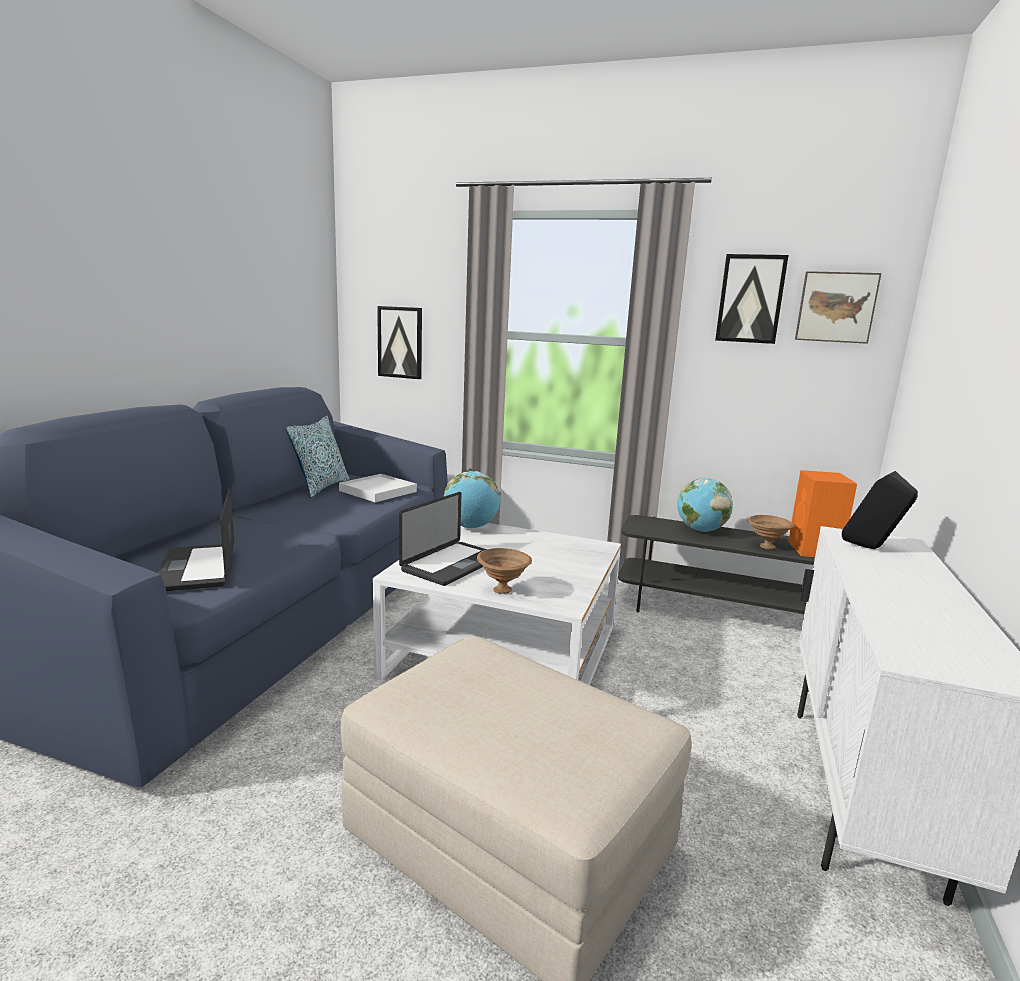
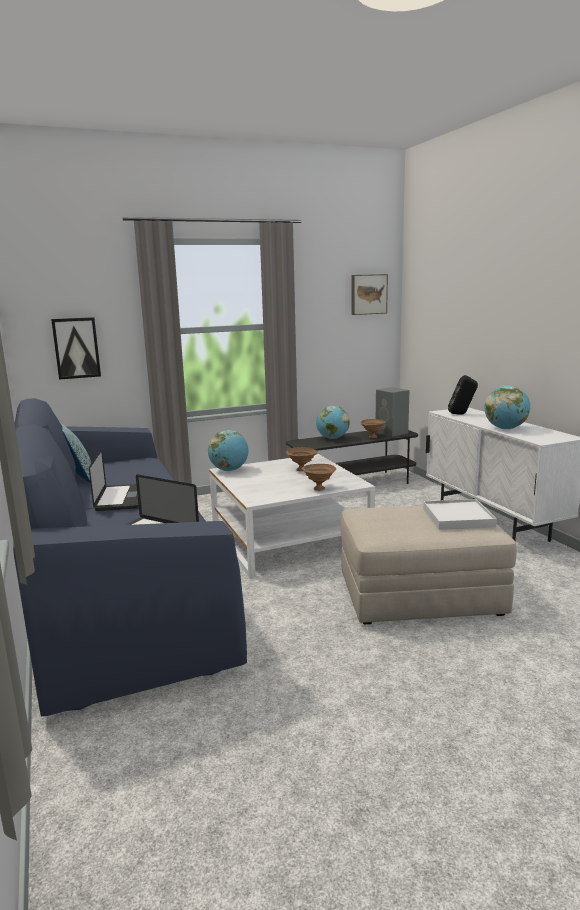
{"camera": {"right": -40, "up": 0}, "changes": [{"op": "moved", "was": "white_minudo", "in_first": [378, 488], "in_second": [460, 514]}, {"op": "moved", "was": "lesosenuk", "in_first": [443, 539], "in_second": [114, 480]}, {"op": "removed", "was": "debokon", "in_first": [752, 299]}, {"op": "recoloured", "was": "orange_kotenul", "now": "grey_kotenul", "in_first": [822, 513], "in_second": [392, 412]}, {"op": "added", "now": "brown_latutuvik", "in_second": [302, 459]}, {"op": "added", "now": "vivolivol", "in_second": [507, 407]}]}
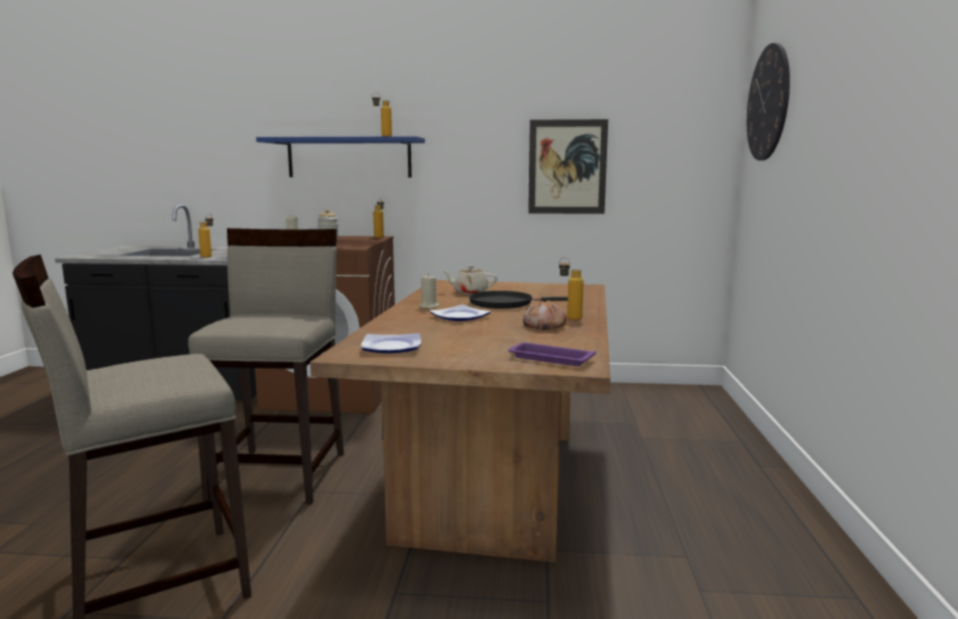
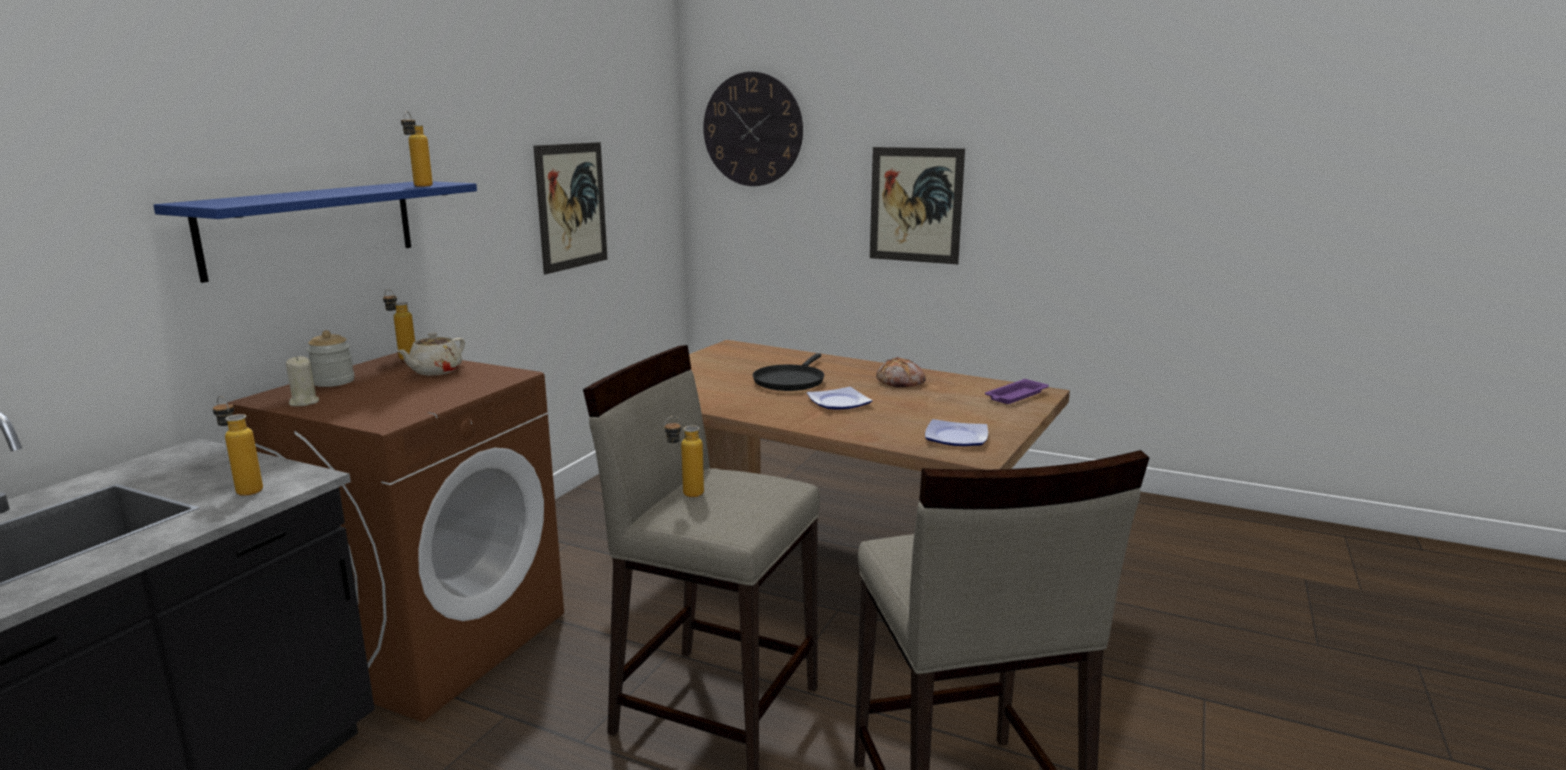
{"camera": {"right": -70, "up": 5}, "changes": [{"op": "removed", "was": "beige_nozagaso", "in_first": [429, 292]}, {"op": "moved", "was": "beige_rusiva", "in_first": [469, 279], "in_second": [431, 354]}, {"op": "moved", "was": "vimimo", "in_first": [571, 288], "in_second": [684, 456]}, {"op": "added", "now": "debokon", "in_second": [917, 205]}]}
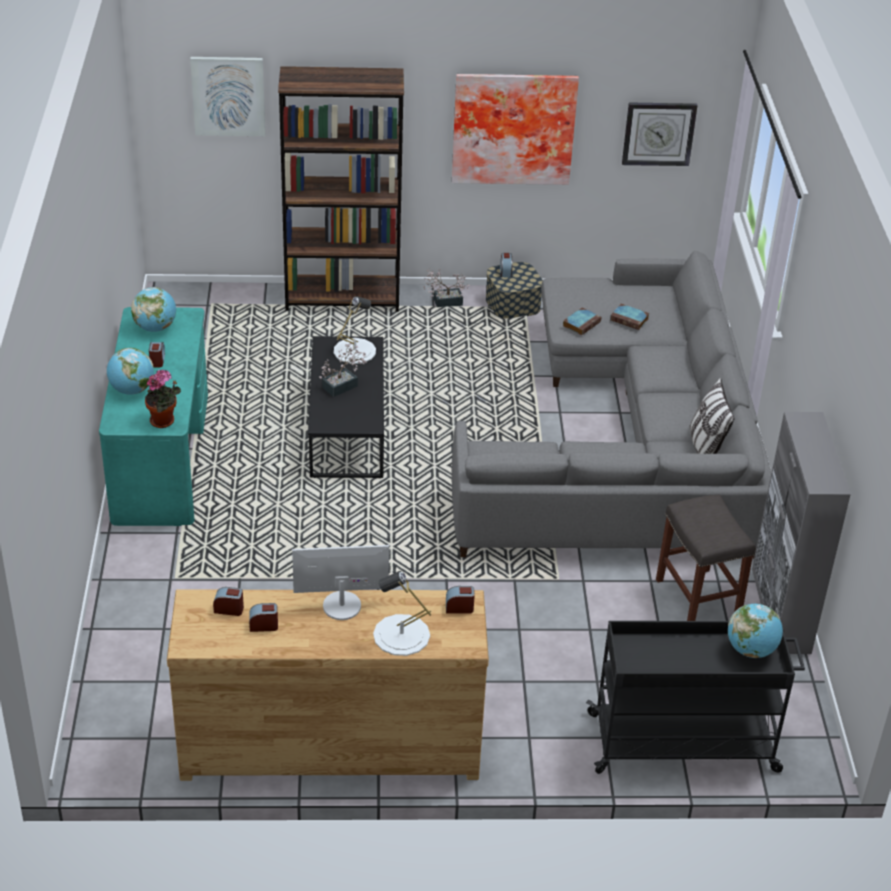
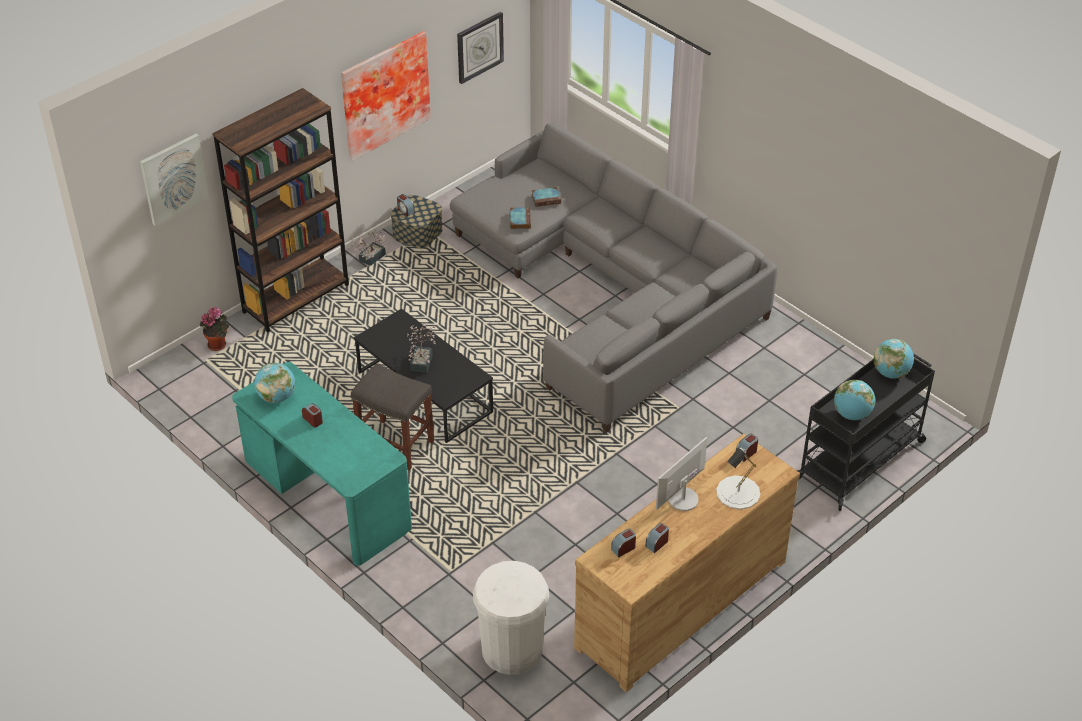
{"camera": {"right": -40, "up": 5}, "changes": [{"op": "moved", "was": "vivolivol", "in_first": [130, 371], "in_second": [855, 400]}, {"op": "moved", "was": "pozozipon", "in_first": [163, 398], "in_second": [214, 328]}, {"op": "removed", "was": "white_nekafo", "in_first": [355, 330]}, {"op": "moved", "was": "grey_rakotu", "in_first": [706, 557], "in_second": [392, 417]}, {"op": "removed", "was": "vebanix", "in_first": [711, 416]}, {"op": "removed", "was": "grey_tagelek", "in_first": [801, 533]}, {"op": "added", "now": "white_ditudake", "in_second": [511, 618]}]}
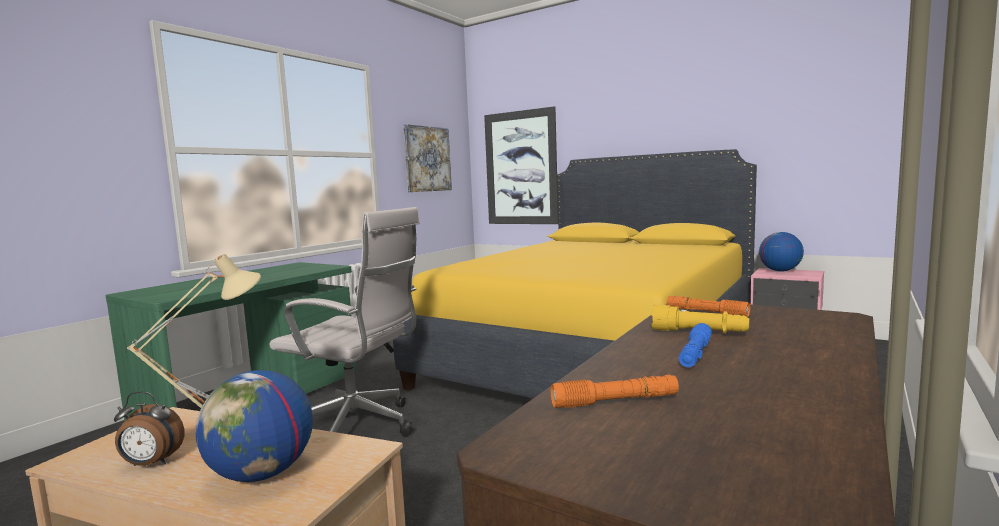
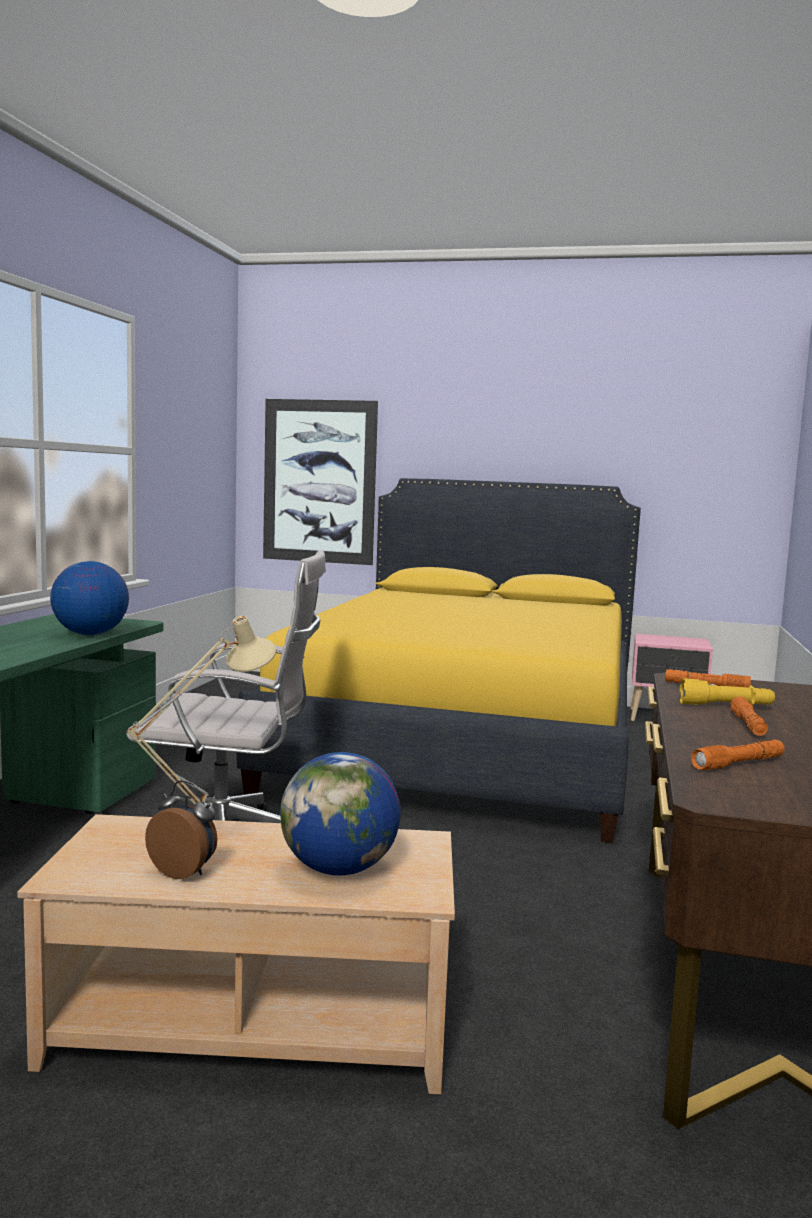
{"camera": {"right": -20, "up": 0}, "changes": [{"op": "turned", "was": "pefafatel", "in_first": [149, 429], "in_second": [181, 830], "clockwise": -135}, {"op": "removed", "was": "debokon", "in_first": [428, 158]}, {"op": "recoloured", "was": "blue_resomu", "now": "orange_resomu", "in_first": [695, 345], "in_second": [749, 716]}, {"op": "moved", "was": "vivolivol", "in_first": [781, 252], "in_second": [89, 598]}]}
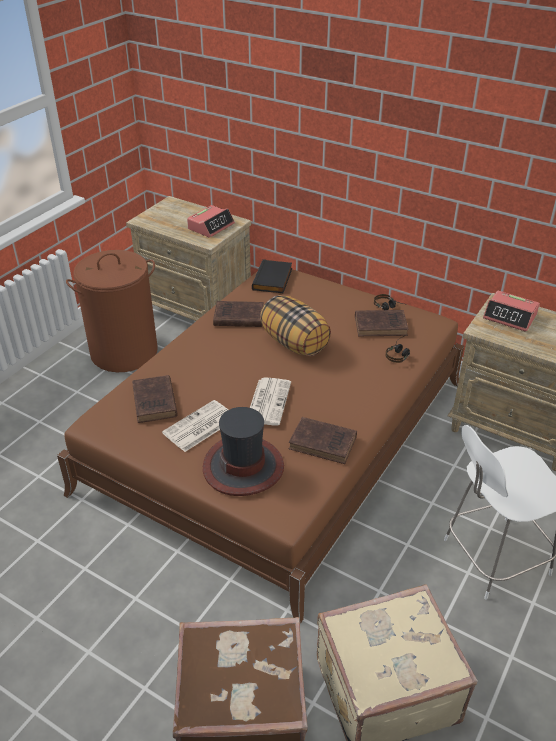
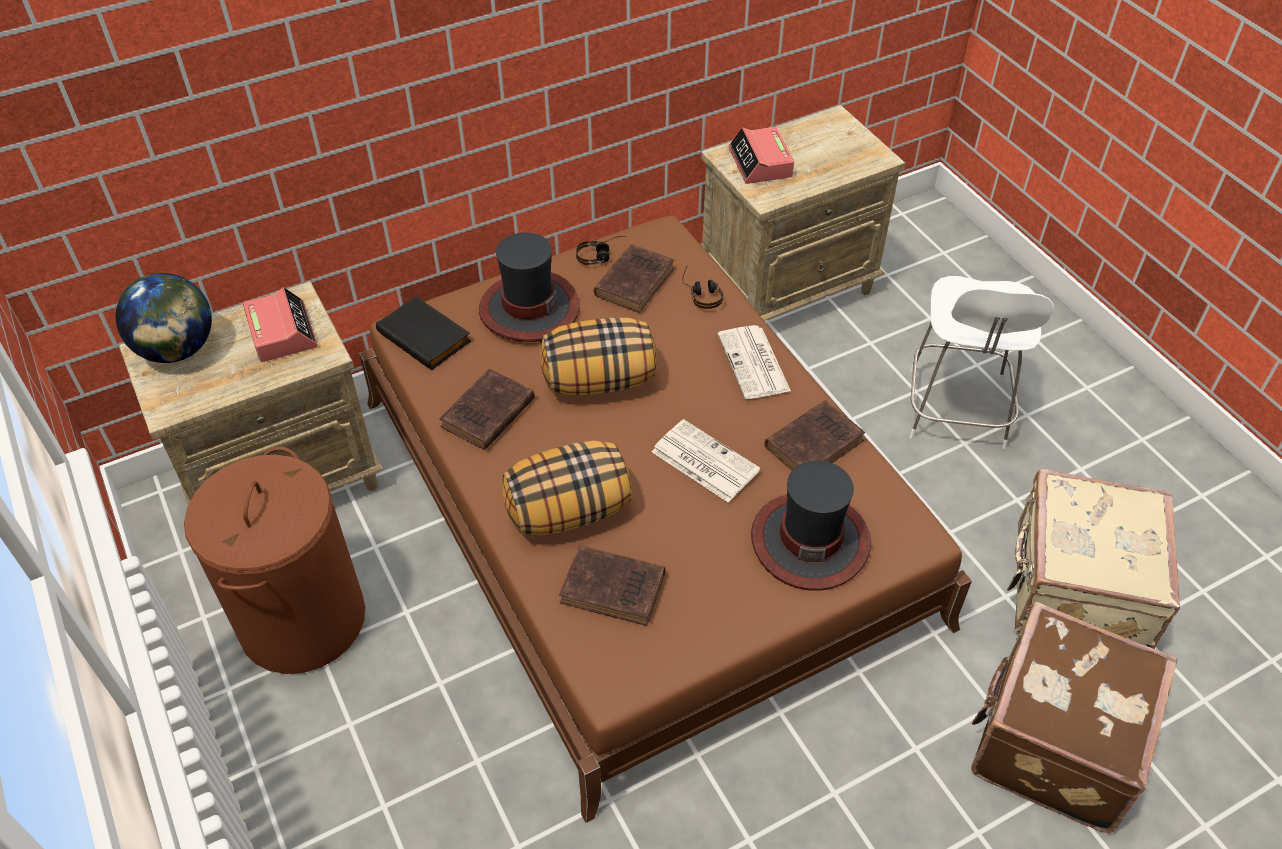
{"camera": {"right": -60, "up": 10}, "changes": [{"op": "moved", "was": "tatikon", "in_first": [195, 426], "in_second": [754, 362]}, {"op": "turned", "was": "pefafatel", "in_first": [511, 311], "in_second": [761, 155], "clockwise": 105}, {"op": "added", "now": "vivolivol", "in_second": [163, 318]}, {"op": "added", "now": "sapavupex", "in_second": [529, 287]}, {"op": "added", "now": "vebanix", "in_second": [567, 488]}]}
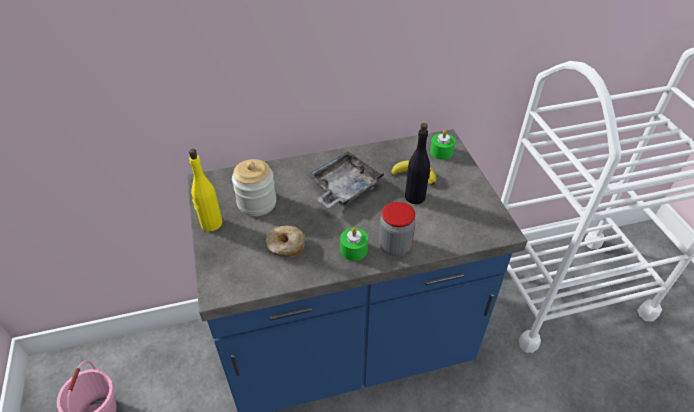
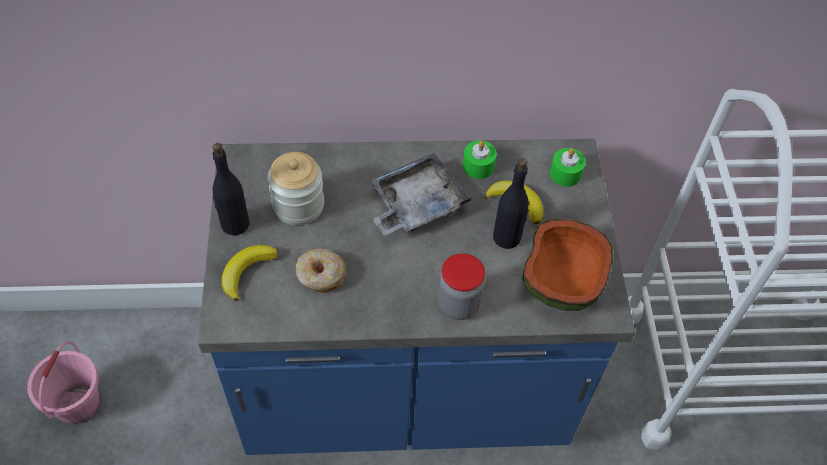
{"camera": {"right": 10, "up": 10}, "changes": [{"op": "recoloured", "was": "yellow_vimimo", "now": "black_vimimo", "in_first": [205, 190], "in_second": [230, 189]}, {"op": "moved", "was": "green_nozagaso", "in_first": [354, 244], "in_second": [480, 160]}, {"op": "added", "now": "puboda", "in_second": [250, 273]}, {"op": "added", "now": "latutuvik", "in_second": [567, 265]}]}
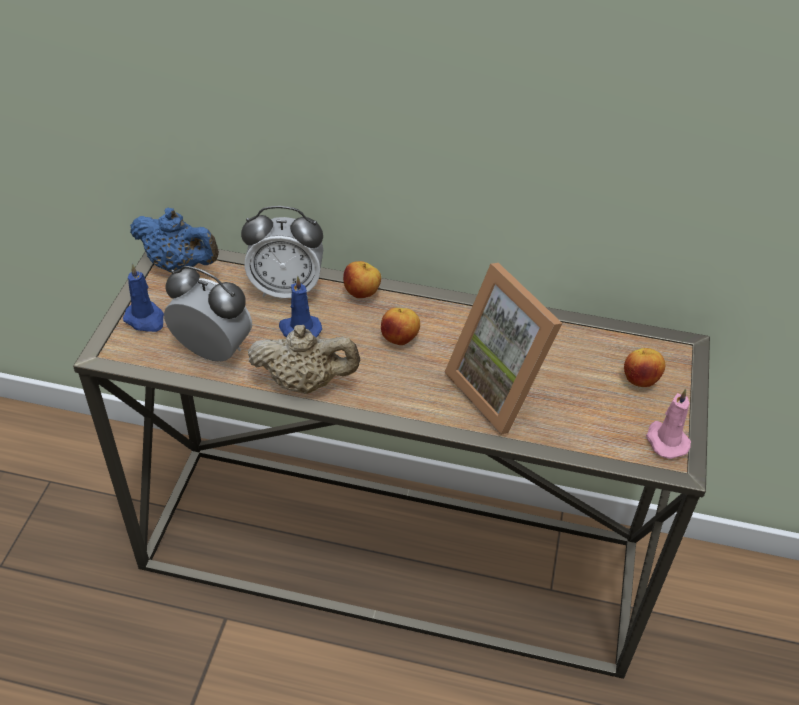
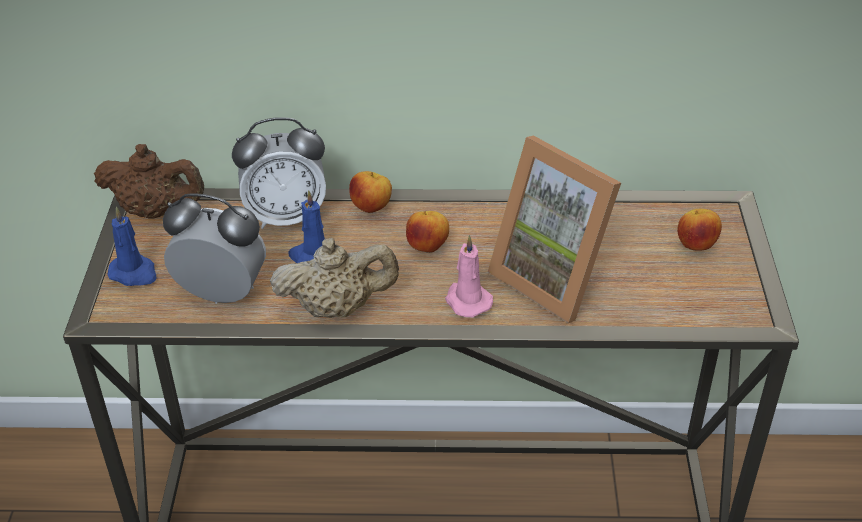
{"camera": {"right": -10, "up": -5}, "changes": [{"op": "recoloured", "was": "blue_rusiva", "now": "brown_rusiva", "in_first": [174, 240], "in_second": [149, 181]}, {"op": "moved", "was": "pink_nozagaso", "in_first": [668, 424], "in_second": [469, 276]}]}
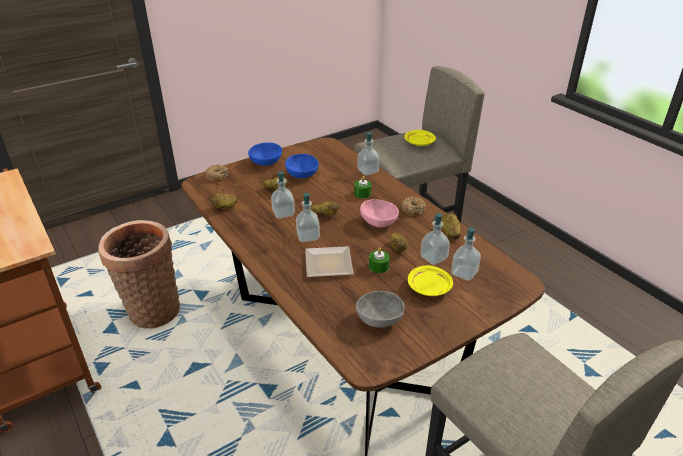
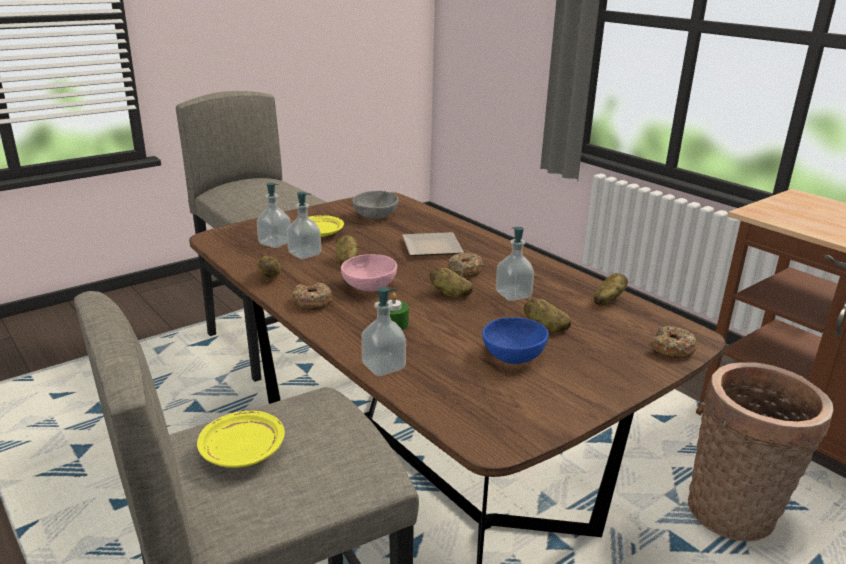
{"camera": {"right": 175, "up": -10}, "changes": [{"op": "removed", "was": "blue_latutuvik", "in_first": [265, 154]}, {"op": "replaced", "was": "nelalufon", "now": "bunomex", "in_first": [308, 217], "in_second": [466, 264]}, {"op": "removed", "was": "green_nozagaso", "in_first": [379, 260]}]}
